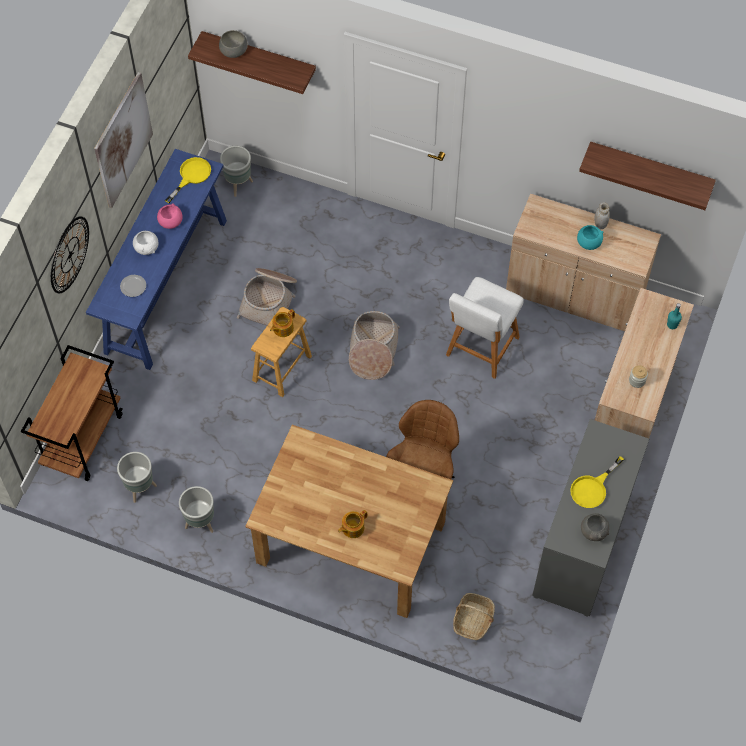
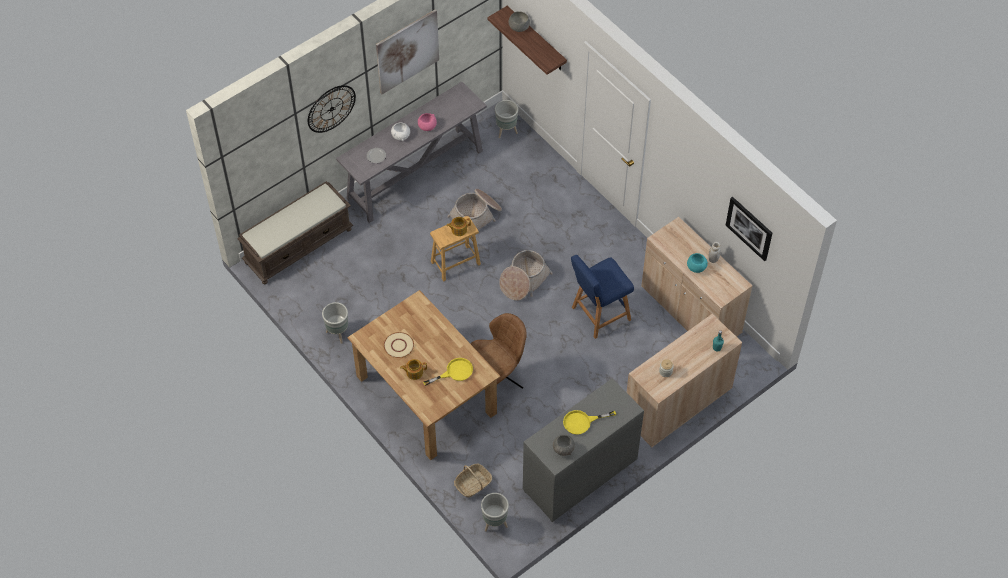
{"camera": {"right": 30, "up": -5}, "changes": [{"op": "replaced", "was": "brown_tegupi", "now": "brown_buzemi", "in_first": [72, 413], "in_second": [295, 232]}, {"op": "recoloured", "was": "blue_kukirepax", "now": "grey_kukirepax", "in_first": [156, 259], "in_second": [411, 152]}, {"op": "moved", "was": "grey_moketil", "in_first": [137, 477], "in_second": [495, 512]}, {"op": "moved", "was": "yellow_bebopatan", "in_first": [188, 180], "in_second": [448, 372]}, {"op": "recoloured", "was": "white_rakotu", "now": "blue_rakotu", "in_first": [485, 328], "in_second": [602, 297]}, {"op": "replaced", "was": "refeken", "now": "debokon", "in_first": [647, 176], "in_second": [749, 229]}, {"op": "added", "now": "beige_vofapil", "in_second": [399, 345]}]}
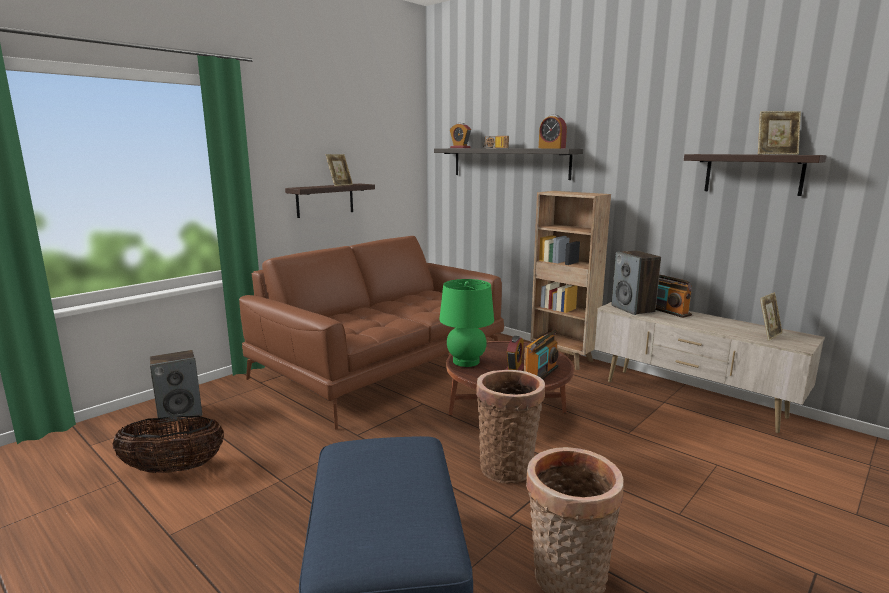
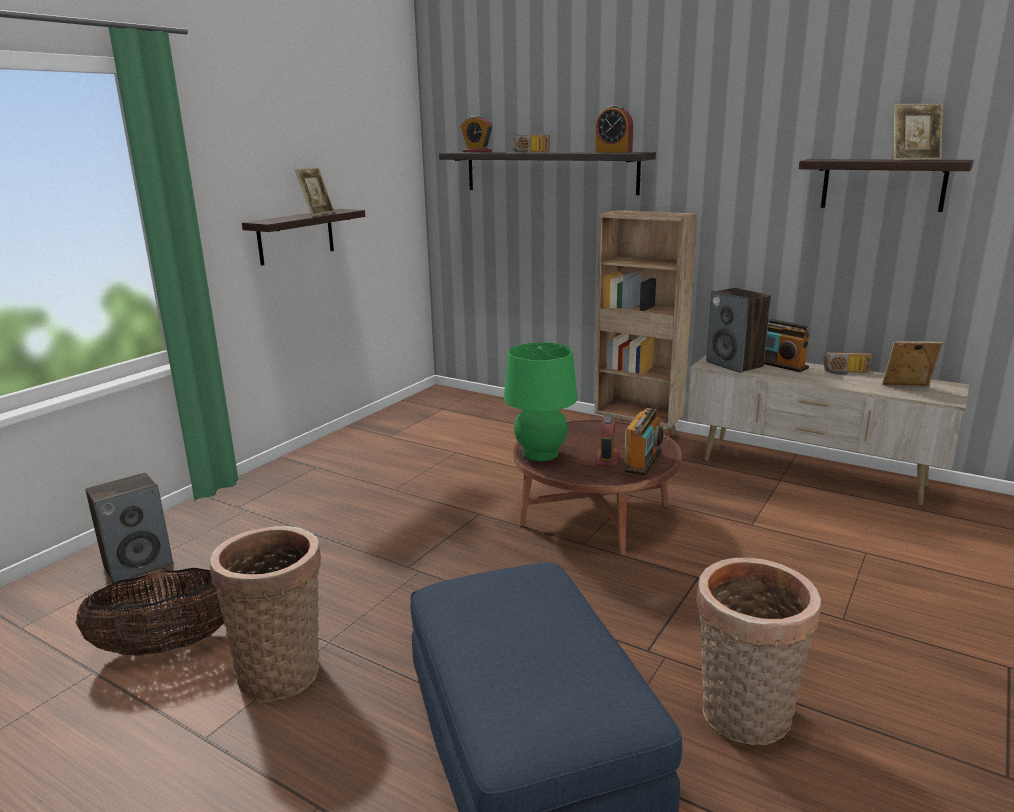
{"camera": {"right": -10, "up": 5}, "changes": [{"op": "removed", "was": "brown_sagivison", "in_first": [371, 333]}, {"op": "moved", "was": "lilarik", "in_first": [510, 427], "in_second": [265, 614]}, {"op": "turned", "was": "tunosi", "in_first": [771, 316], "in_second": [912, 363], "clockwise": -120}, {"op": "added", "now": "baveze", "in_second": [848, 363]}]}
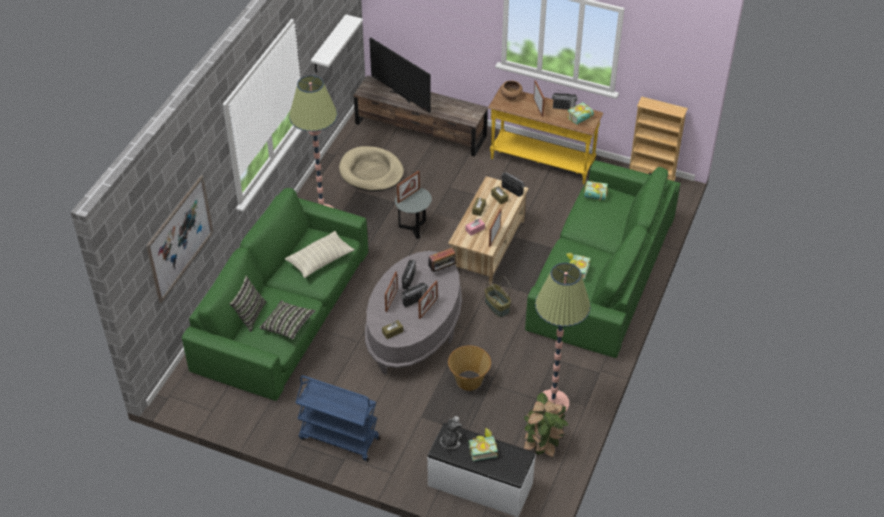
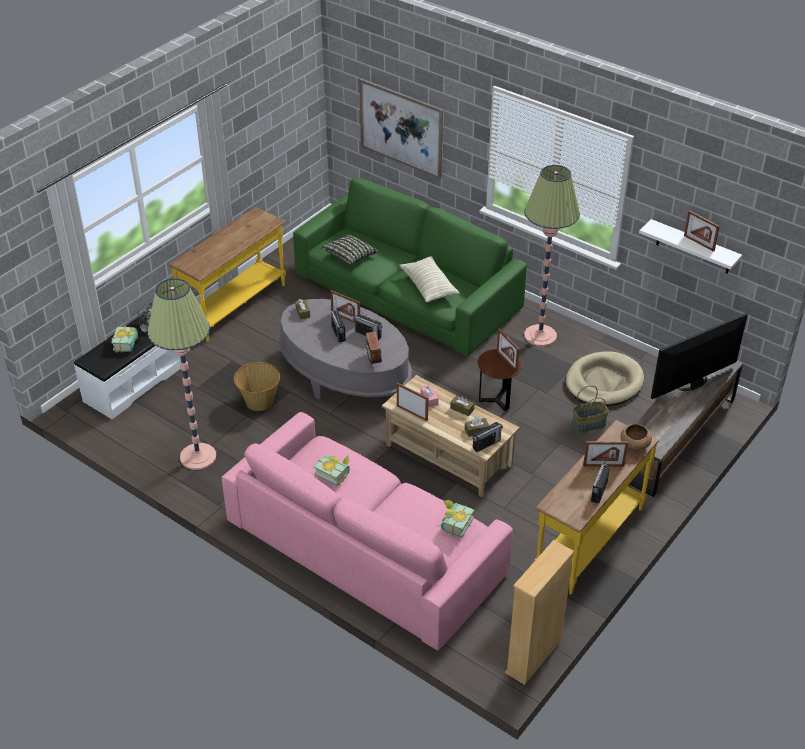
{"camera": {"right": 105, "up": -5}, "changes": [{"op": "removed", "was": "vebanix", "in_first": [248, 303]}, {"op": "replaced", "was": "blue_tegupi", "now": "yellow_kukirepax", "in_first": [338, 418], "in_second": [227, 274]}, {"op": "recoloured", "was": "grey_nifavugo", "now": "brown_nifavugo", "in_first": [413, 213], "in_second": [499, 380]}, {"op": "moved", "was": "tunosi", "in_first": [427, 300], "in_second": [702, 231]}, {"op": "moved", "was": "lilarik", "in_first": [498, 296], "in_second": [590, 408]}, {"op": "removed", "was": "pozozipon", "in_first": [545, 426]}, {"op": "recoloured", "was": "green_sagivison", "now": "pink_sagivison", "in_first": [603, 259], "in_second": [367, 531]}, {"op": "removed", "was": "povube", "in_first": [580, 113]}]}
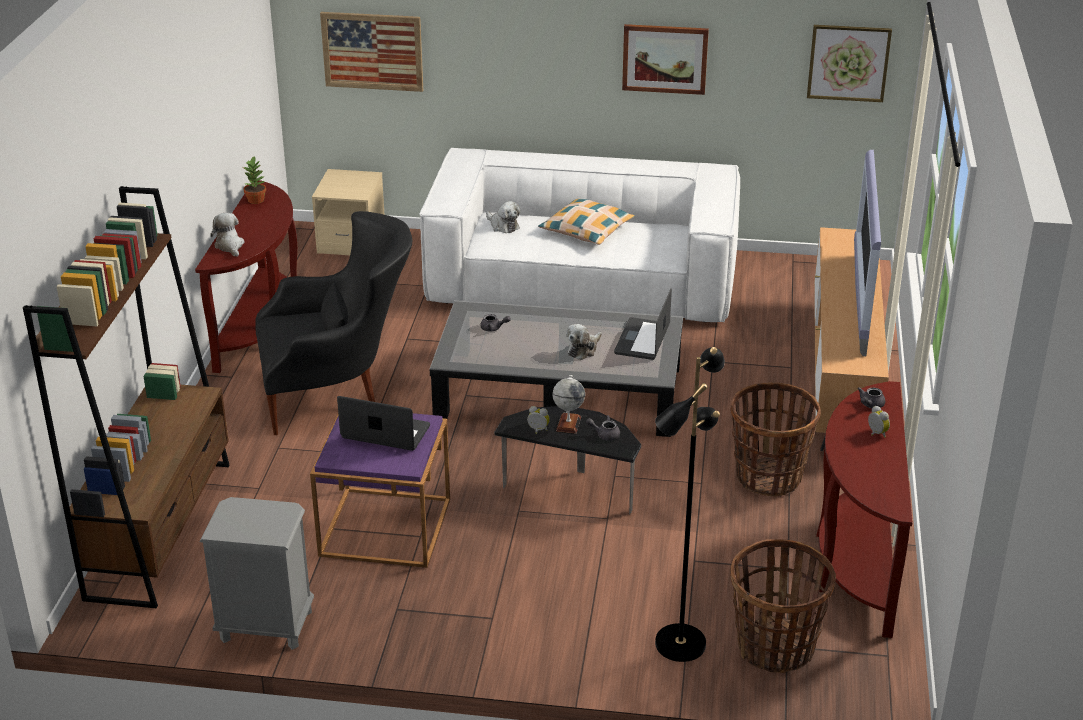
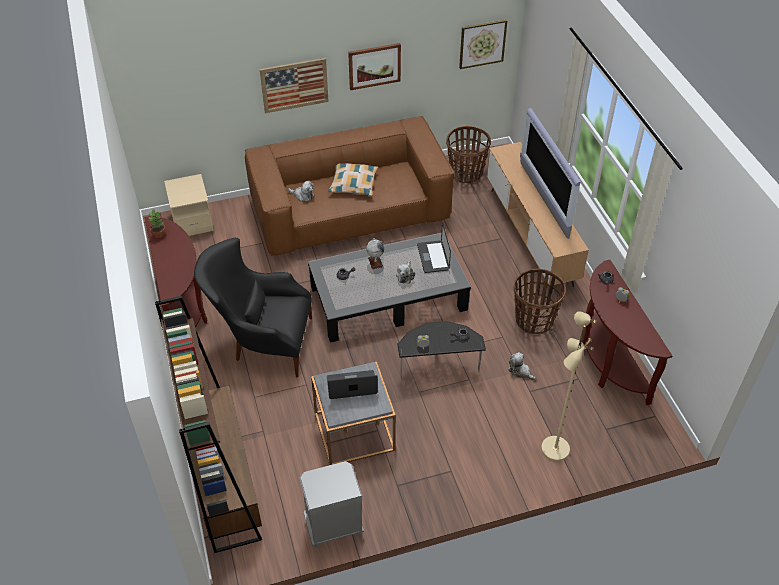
{"camera": {"right": -25, "up": 15}, "changes": [{"op": "moved", "was": "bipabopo", "in_first": [227, 235], "in_second": [522, 366]}, {"op": "turned", "was": "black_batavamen", "in_first": [333, 323], "in_second": [253, 308], "clockwise": -135}, {"op": "recoloured", "was": "purple_nifavugo", "now": "grey_nifavugo", "in_first": [380, 490], "in_second": [353, 413]}, {"op": "moved", "was": "debokon", "in_first": [371, 52], "in_second": [294, 85]}, {"op": "recoloured", "was": "white_sagivison", "now": "brown_sagivison", "in_first": [579, 235], "in_second": [349, 186]}, {"op": "moved", "was": "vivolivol", "in_first": [569, 404], "in_second": [375, 253]}, {"op": "recoloured", "was": "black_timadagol", "now": "beige_timadagol", "in_first": [690, 504], "in_second": [569, 386]}, {"op": "moved", "was": "lilarik", "in_first": [783, 606], "in_second": [468, 154]}]}
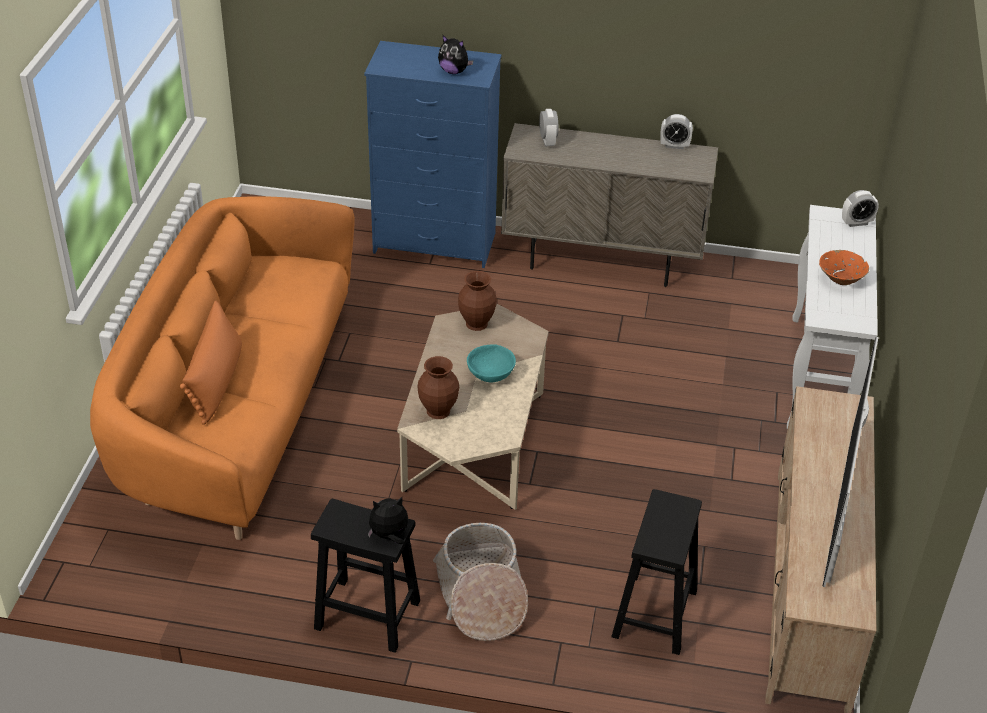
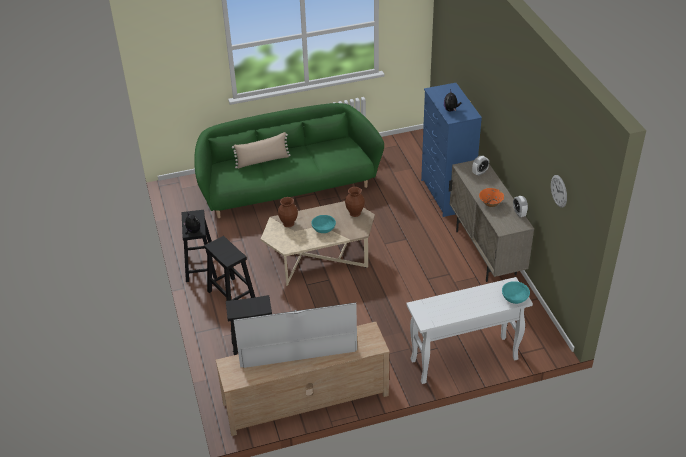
{"camera": {"right": 65, "up": 0}, "changes": [{"op": "recoloured", "was": "orange_sagivison", "now": "green_sagivison", "in_first": [222, 368], "in_second": [289, 160]}, {"op": "recoloured", "was": "orange_vebanix", "now": "beige_vebanix", "in_first": [211, 362], "in_second": [261, 150]}, {"op": "replaced", "was": "lilarik", "now": "black_rakotu", "in_first": [480, 582], "in_second": [229, 268]}, {"op": "moved", "was": "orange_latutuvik", "in_first": [844, 267], "in_second": [491, 197]}, {"op": "replaced", "was": "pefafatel", "now": "turquoise_latutuvik", "in_first": [860, 208], "in_second": [516, 292]}, {"op": "added", "now": "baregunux", "in_second": [559, 191]}]}
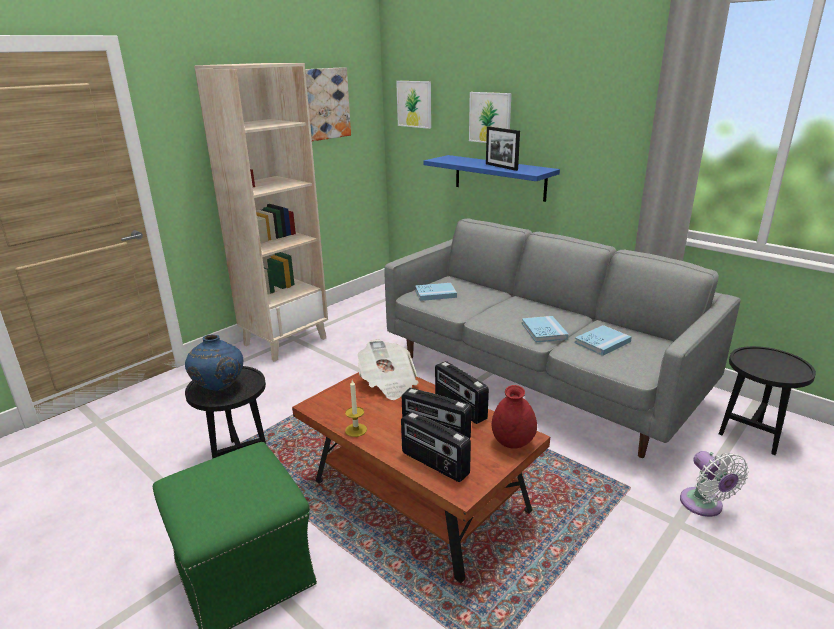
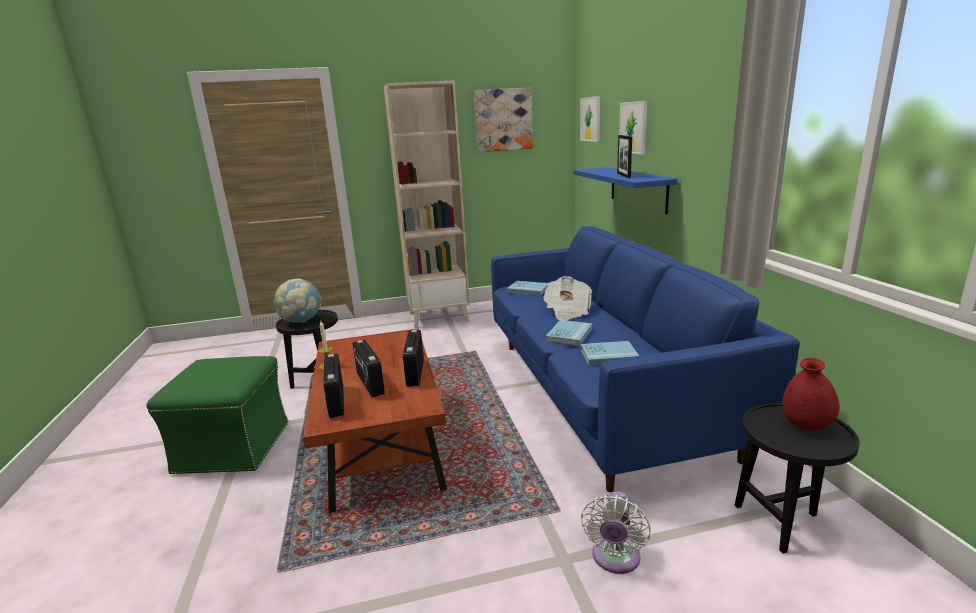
{"camera": {"right": 35, "up": -5}, "changes": [{"op": "replaced", "was": "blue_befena", "now": "vivolivol", "in_first": [214, 363], "in_second": [297, 300]}, {"op": "moved", "was": "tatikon", "in_first": [387, 369], "in_second": [567, 298]}, {"op": "recoloured", "was": "grey_sagivison", "now": "blue_sagivison", "in_first": [563, 338], "in_second": [645, 359]}, {"op": "moved", "was": "red_befena", "in_first": [514, 417], "in_second": [810, 394]}]}
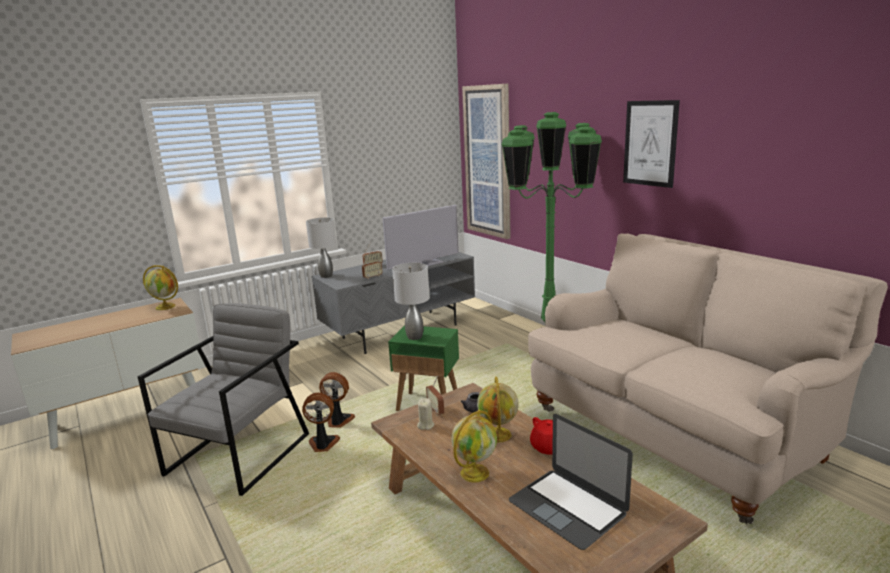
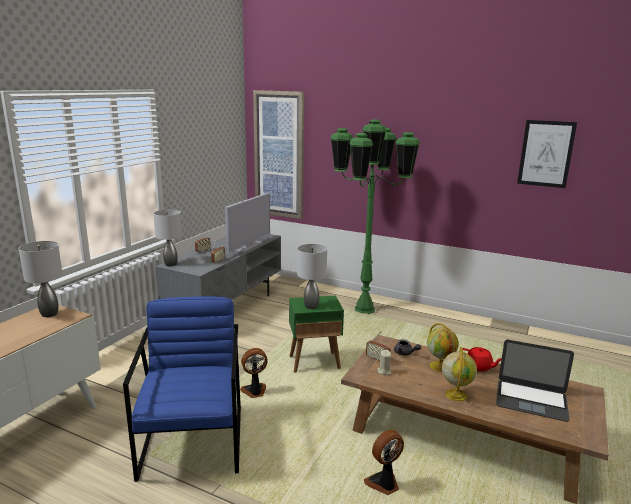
{"camera": {"right": -30, "up": 0}, "changes": [{"op": "recoloured", "was": "grey_batavamen", "now": "blue_batavamen", "in_first": [223, 399], "in_second": [182, 389]}, {"op": "replaced", "was": "vivolivol", "now": "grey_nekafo", "in_first": [160, 287], "in_second": [41, 279]}, {"op": "moved", "was": "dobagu", "in_first": [321, 422], "in_second": [384, 462]}, {"op": "removed", "was": "beige_sagivison", "in_first": [708, 379]}, {"op": "moved", "was": "debokon", "in_first": [651, 144], "in_second": [547, 154]}]}
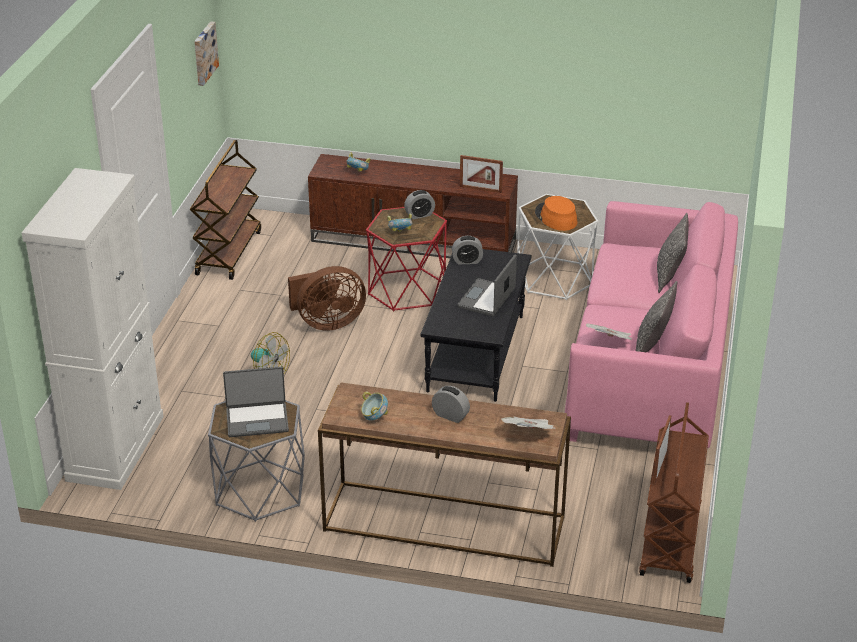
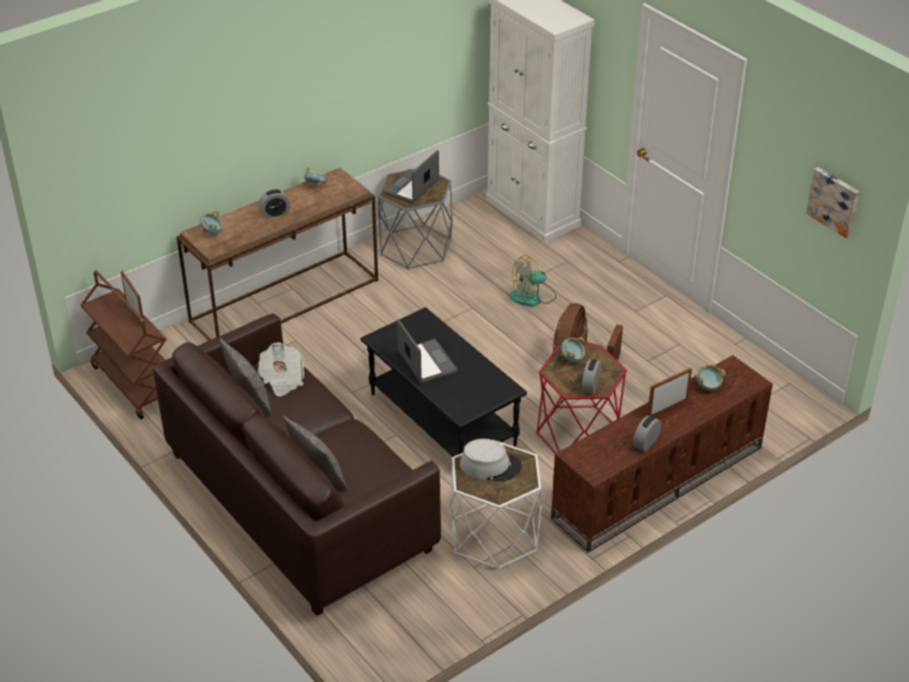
{"camera": {"right": 130, "up": 5}, "changes": [{"op": "removed", "was": "brown_tegupi", "in_first": [225, 210]}, {"op": "moved", "was": "pefafatel", "in_first": [467, 250], "in_second": [647, 433]}, {"op": "moved", "was": "tunosi", "in_first": [481, 174], "in_second": [669, 392]}, {"op": "replaced", "was": "tatikon", "now": "latutuvik", "in_first": [528, 423], "in_second": [211, 222]}, {"op": "recoloured", "was": "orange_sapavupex", "now": "grey_sapavupex", "in_first": [556, 213], "in_second": [491, 460]}, {"op": "recoloured", "was": "pink_sagivison", "now": "brown_sagivison", "in_first": [651, 324], "in_second": [297, 465]}]}
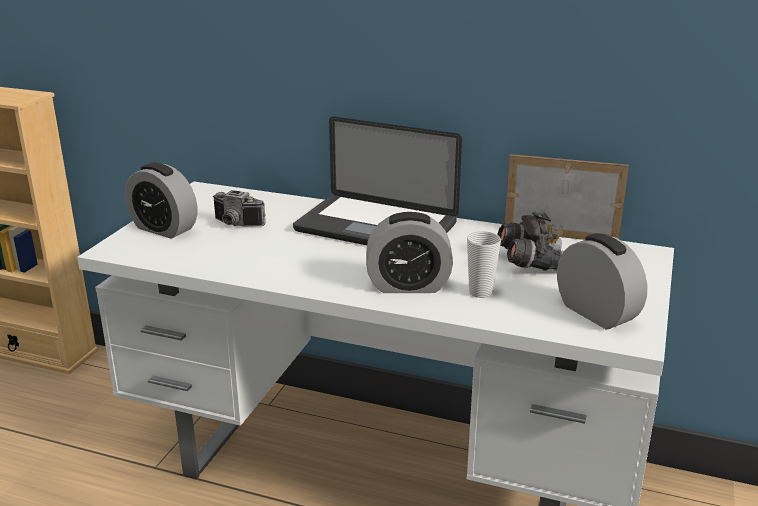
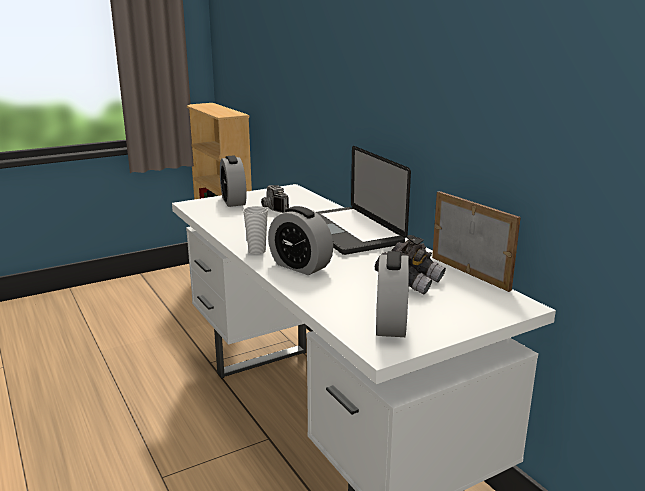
{"camera": {"right": 40, "up": -5}, "changes": [{"op": "moved", "was": "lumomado", "in_first": [484, 264], "in_second": [255, 230]}]}
